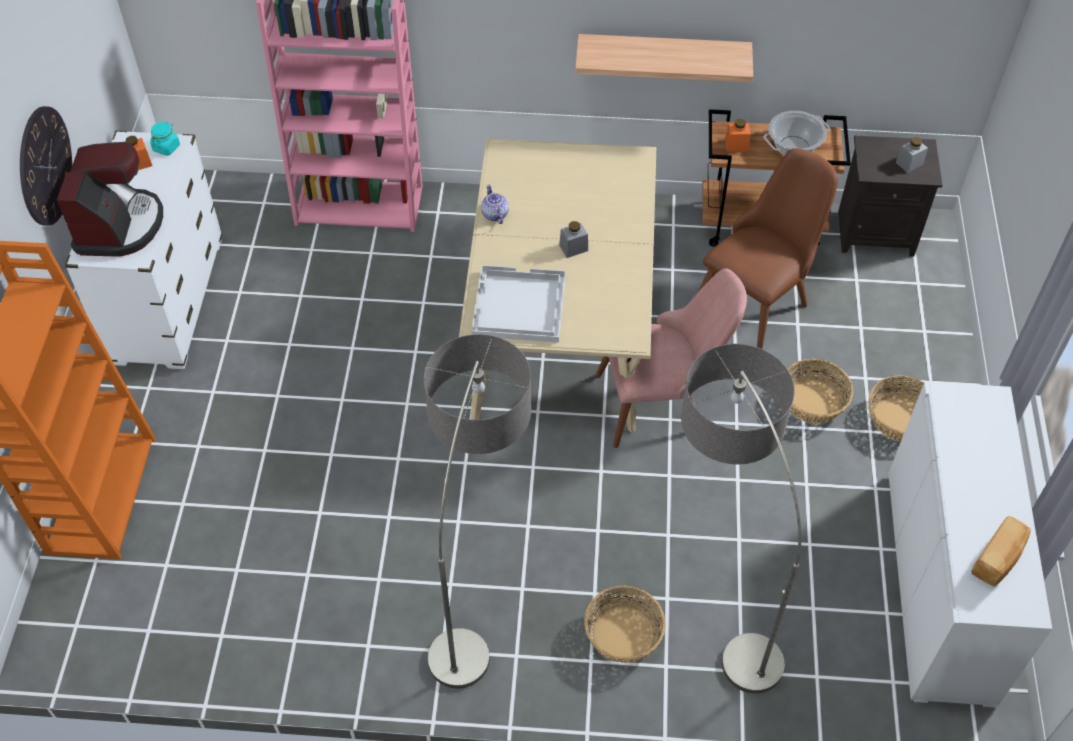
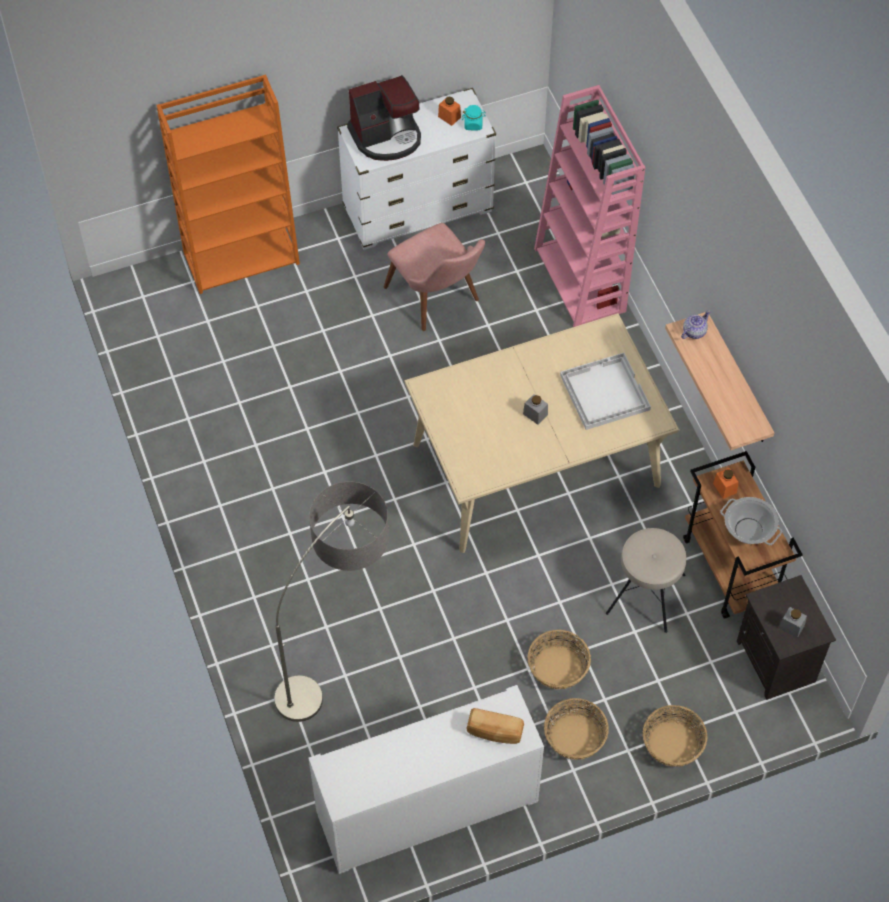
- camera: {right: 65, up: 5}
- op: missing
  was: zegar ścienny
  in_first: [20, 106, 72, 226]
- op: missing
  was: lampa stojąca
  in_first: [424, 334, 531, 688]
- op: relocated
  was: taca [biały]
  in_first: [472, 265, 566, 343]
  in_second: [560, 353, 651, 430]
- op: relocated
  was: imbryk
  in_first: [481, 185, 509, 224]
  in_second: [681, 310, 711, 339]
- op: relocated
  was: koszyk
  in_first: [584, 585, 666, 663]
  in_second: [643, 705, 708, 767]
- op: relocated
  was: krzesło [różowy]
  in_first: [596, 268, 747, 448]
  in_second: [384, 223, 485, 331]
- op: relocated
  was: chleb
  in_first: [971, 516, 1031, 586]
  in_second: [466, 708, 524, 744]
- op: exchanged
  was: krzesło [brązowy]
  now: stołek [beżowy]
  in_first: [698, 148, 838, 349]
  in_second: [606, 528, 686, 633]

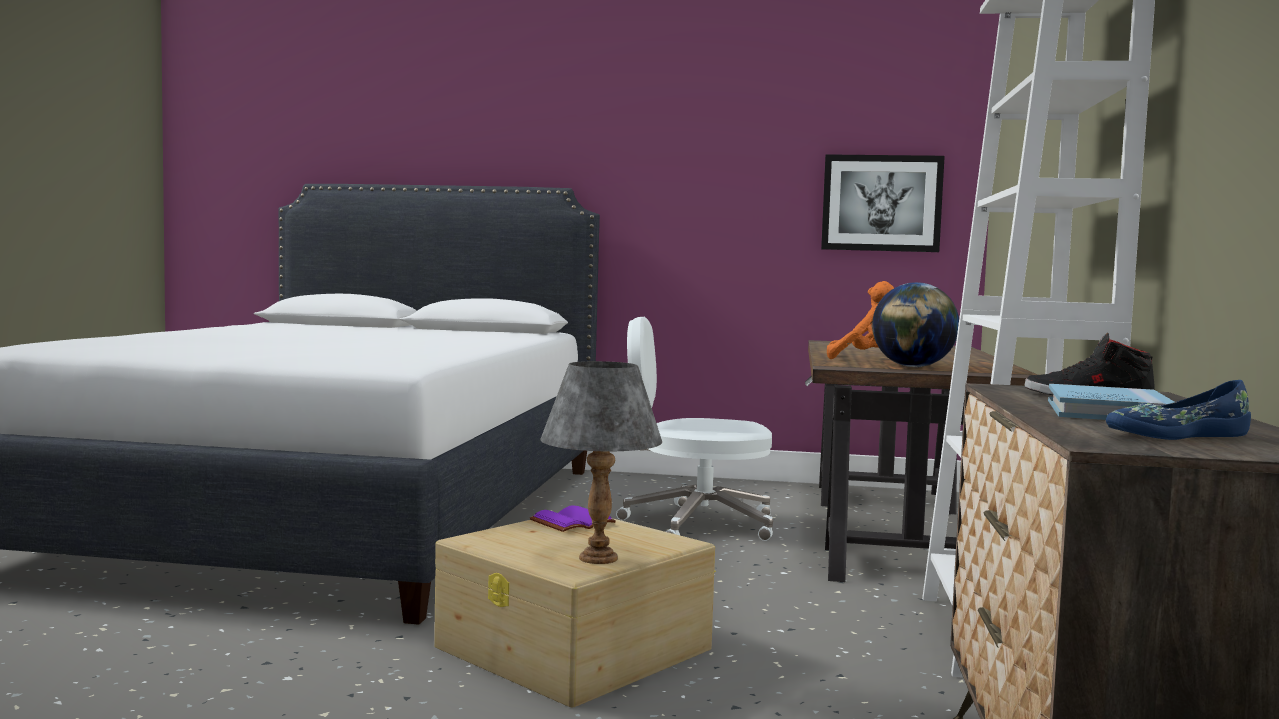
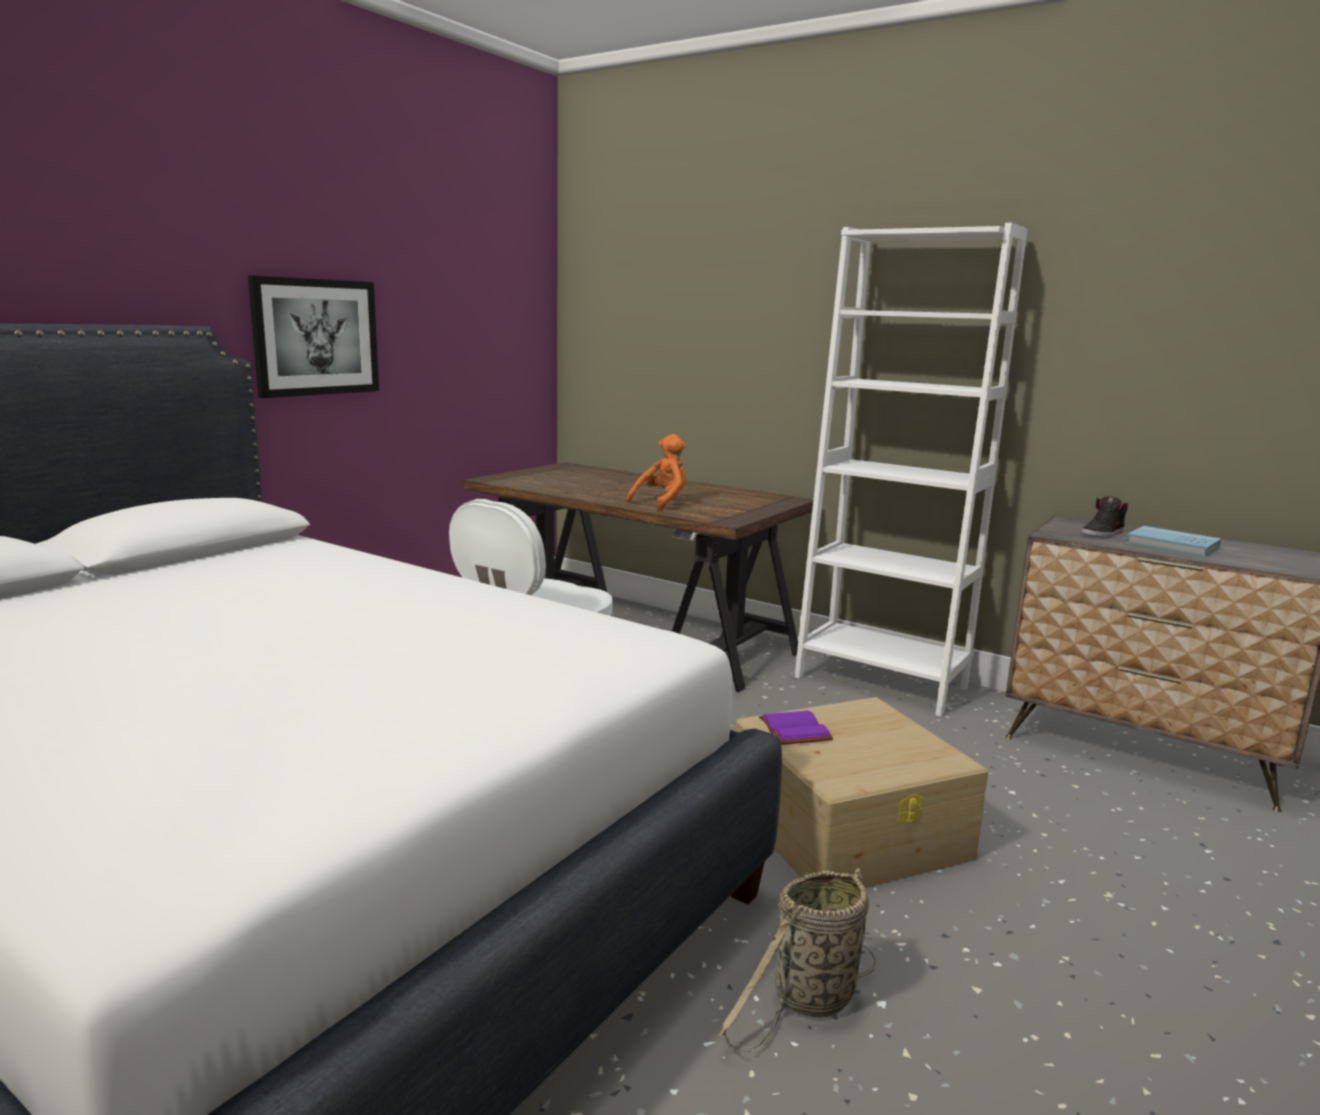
- camera: {right: -65, up: 10}
- op: missing
  was: lampa stołowa [szary]
  in_first: [540, 361, 662, 564]
- op: missing
  was: globus
  in_first: [872, 282, 959, 367]
- op: missing
  was: but [niebieski]
  in_first: [1106, 380, 1251, 440]
- op: appeared
  now: koszyk
  in_second: [719, 868, 876, 1053]
- op: relocated
  was: obraz
  in_first: [821, 154, 945, 252]
  in_second: [248, 275, 379, 398]

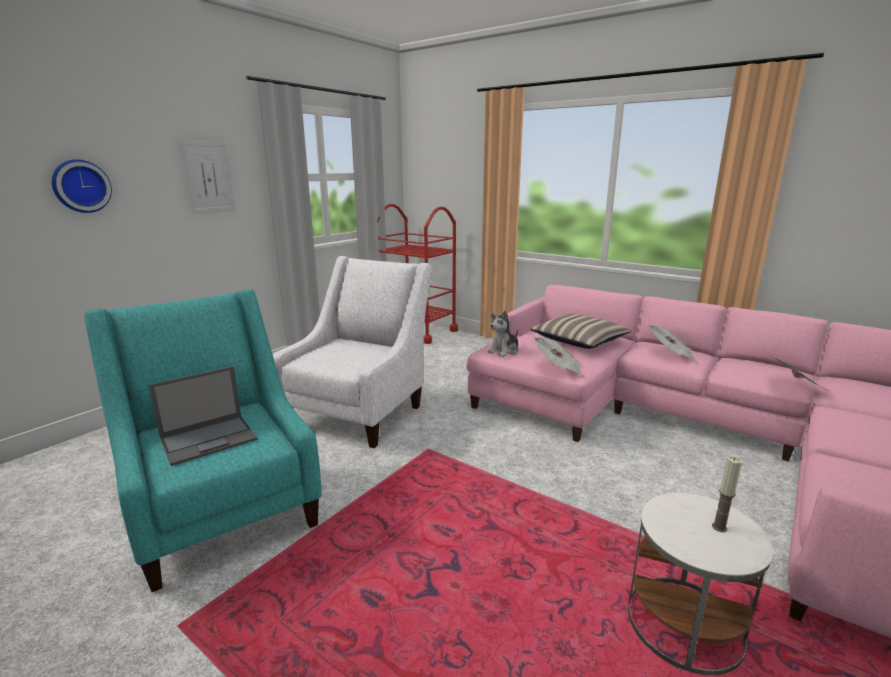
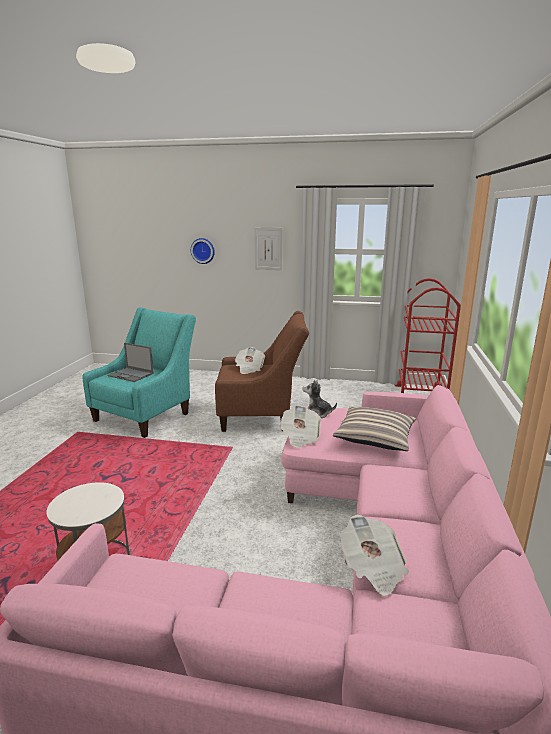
- camera: {right: 65, up: 0}
- op: missing
  was: świeca
  in_first: [712, 456, 742, 532]
- op: relocated
  was: gazeta
  in_first: [649, 325, 696, 361]
  in_second: [235, 347, 265, 374]
- op: colour
  was: fotel [biały]
  now: fotel [brązowy]
  in_first: [272, 256, 432, 448]
  in_second: [215, 311, 309, 432]

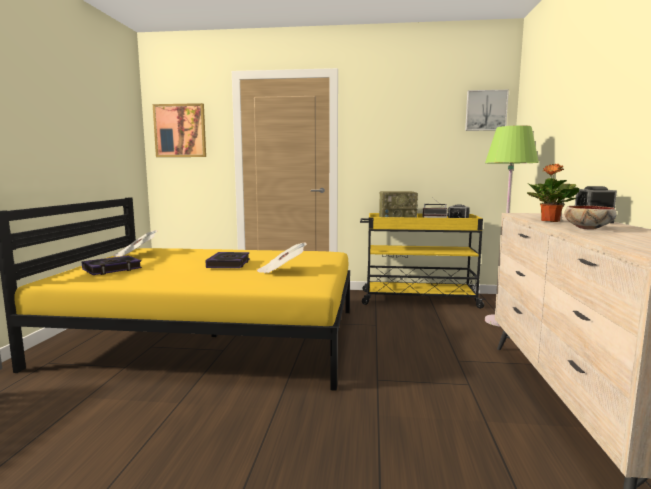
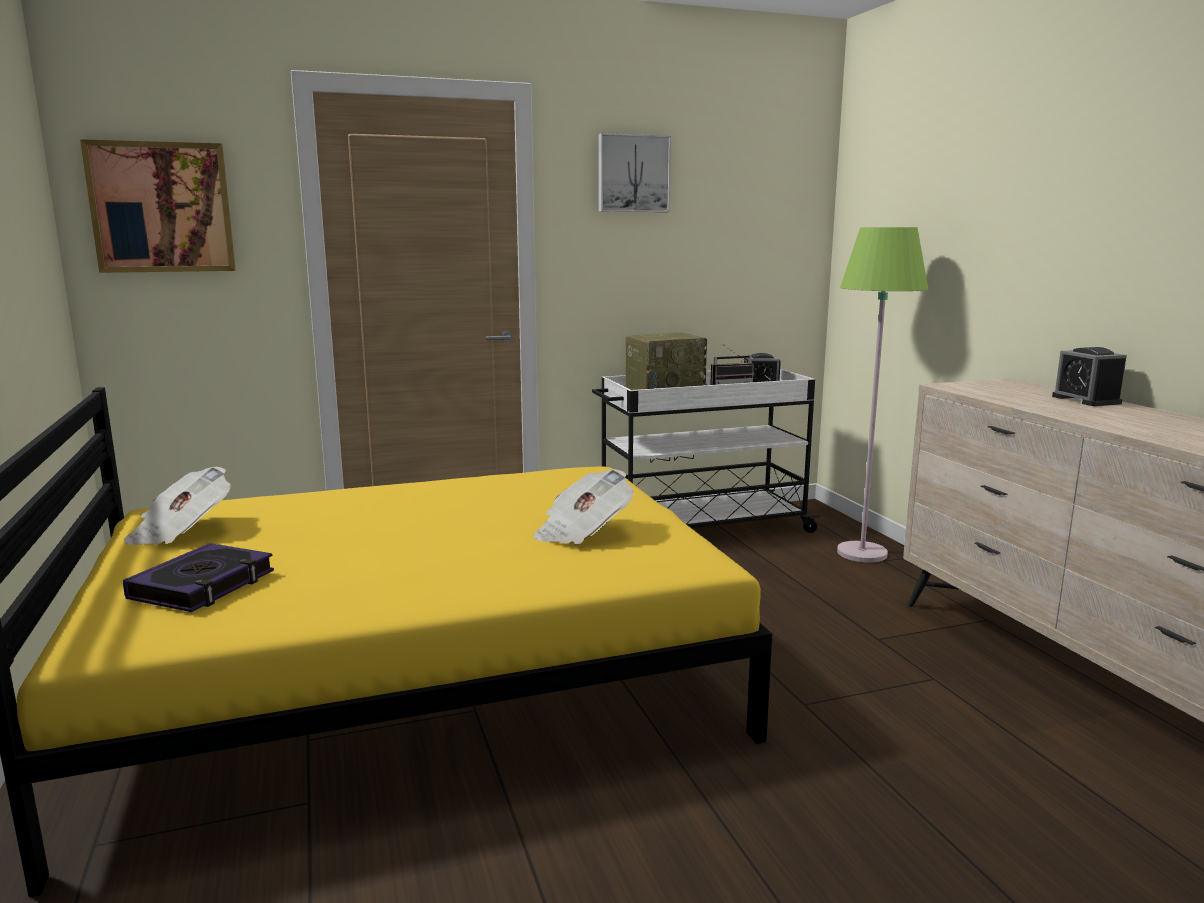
- camera: {right: -25, up: 5}
- op: missing
  was: książka
  in_first: [206, 252, 250, 268]
- op: missing
  was: roślina doniczkowa
  in_first: [527, 164, 580, 222]
- op: missing
  was: miska
  in_first: [564, 206, 617, 229]
- op: relocated
  was: obraz
  in_first: [465, 90, 509, 131]
  in_second: [598, 133, 671, 212]
- op: colour
  was: wózek [żółty]
  now: wózek [biały]
  in_first: [360, 213, 486, 309]
  in_second: [592, 369, 821, 533]

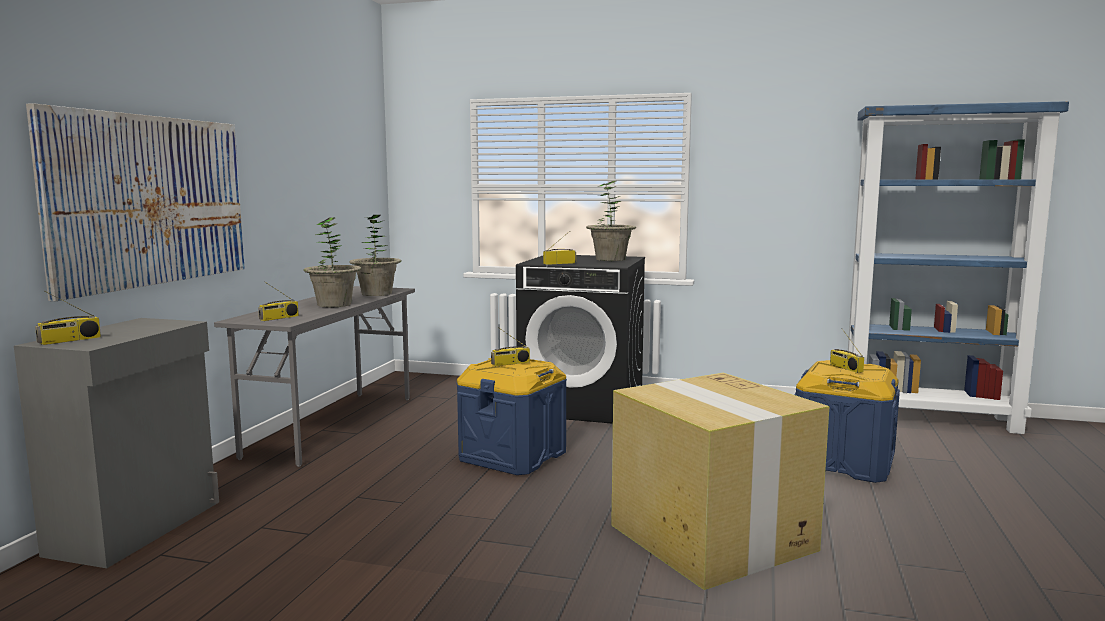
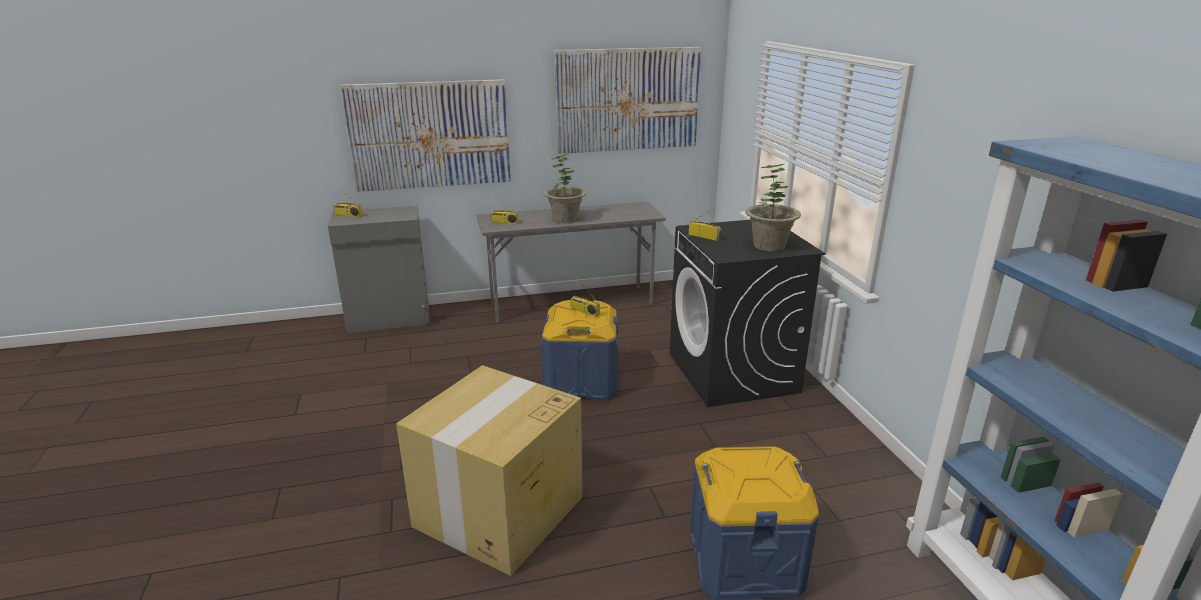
- camera: {right: 60, up: 15}
- op: missing
  was: roślina doniczkowa
  in_first: [349, 215, 401, 296]
- op: missing
  was: radio
  in_first: [830, 328, 864, 373]
- op: appeared
  now: obraz
  in_second: [554, 47, 702, 154]

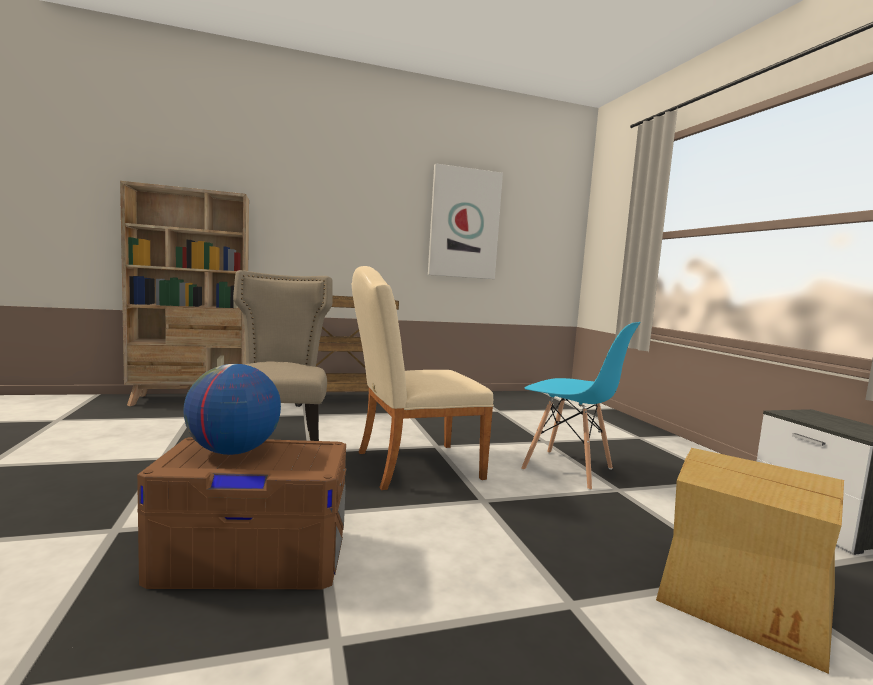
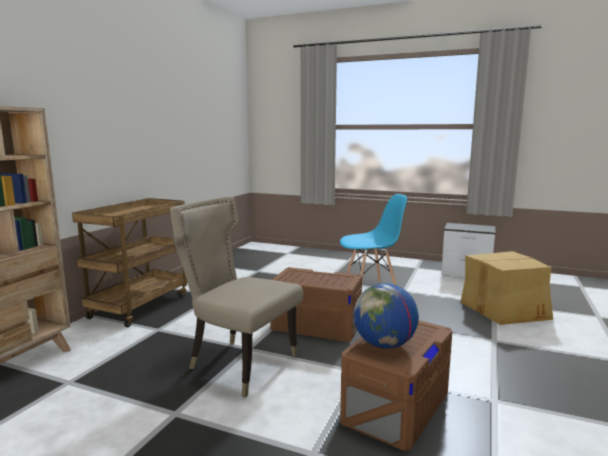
- camera: {right: -50, up: 5}
- op: missing
  was: obraz
  in_first: [428, 163, 503, 279]
- op: exchanged
  was: krzesło [beżowy]
  now: pojemnik do przechowywania [brązowy]
  in_first: [352, 266, 494, 490]
  in_second: [270, 267, 362, 342]

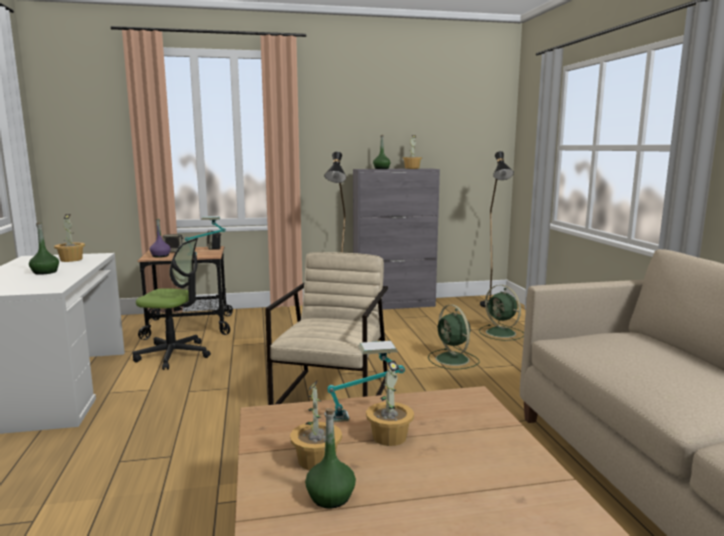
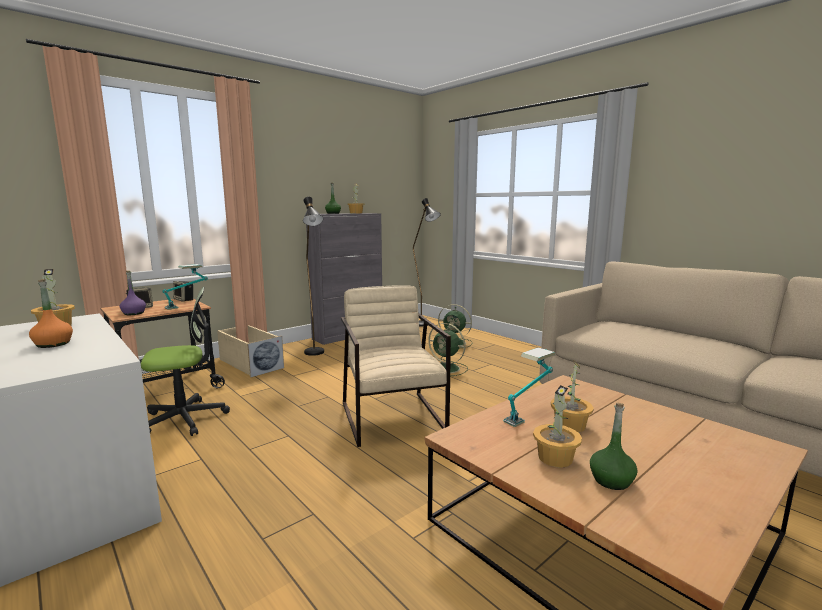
- camera: {right: -30, up: 0}
- op: appeared
  now: pojemnik do przechowywania [beżowy]
  in_second: [217, 326, 284, 377]
- op: colour
  was: butelka [zielony]
  now: butelka [pomarańczowy]
  in_first: [29, 222, 59, 275]
  in_second: [29, 279, 73, 348]

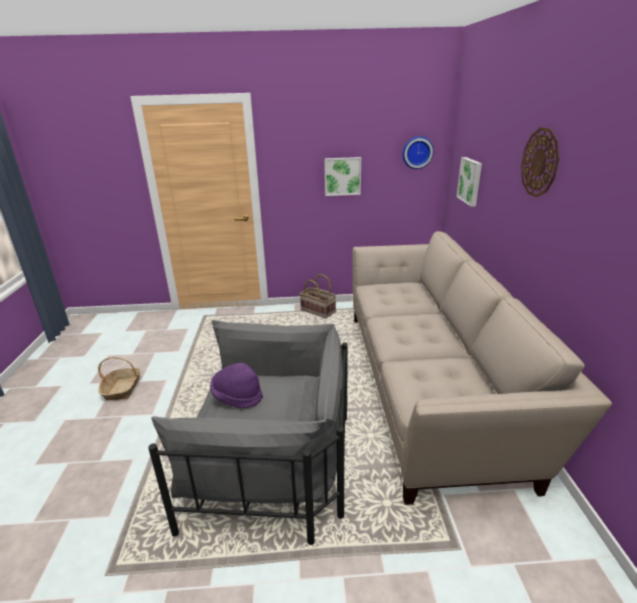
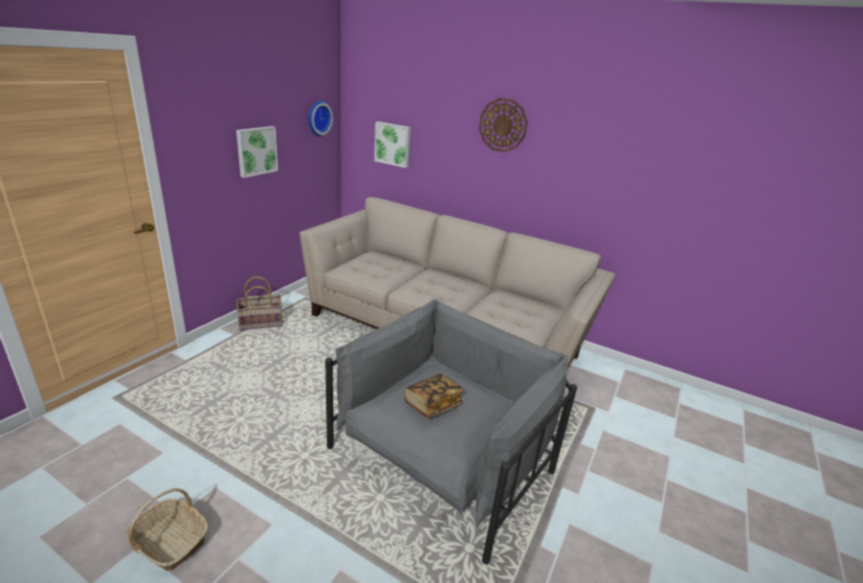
- camera: {right: -60, up: 0}
- op: exchanged
  was: kapelusz [fioletowy]
  now: książka
  in_first: [210, 363, 263, 408]
  in_second: [404, 374, 463, 418]

